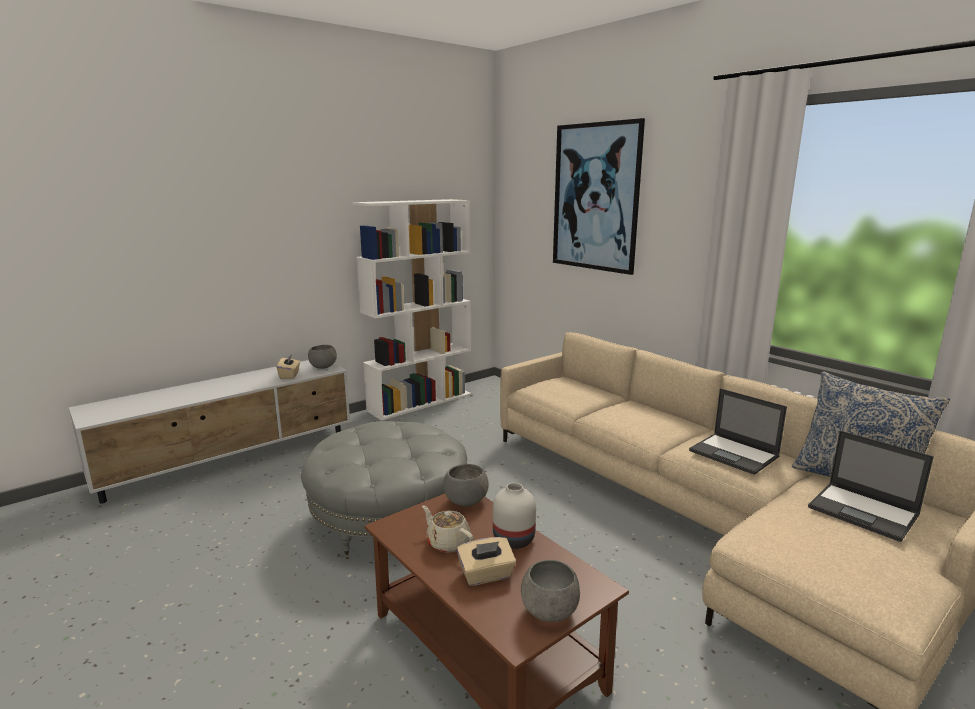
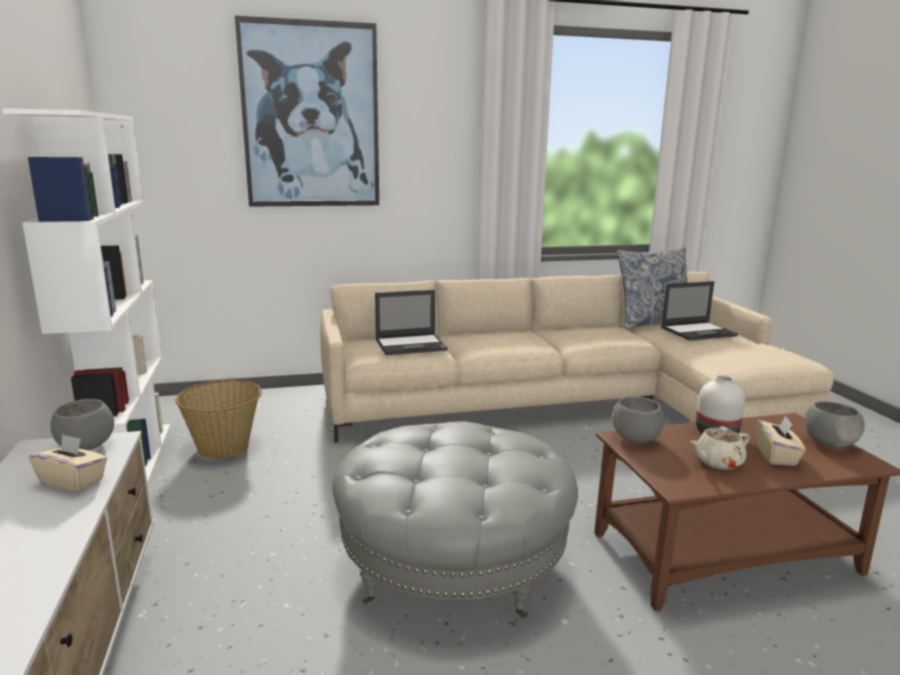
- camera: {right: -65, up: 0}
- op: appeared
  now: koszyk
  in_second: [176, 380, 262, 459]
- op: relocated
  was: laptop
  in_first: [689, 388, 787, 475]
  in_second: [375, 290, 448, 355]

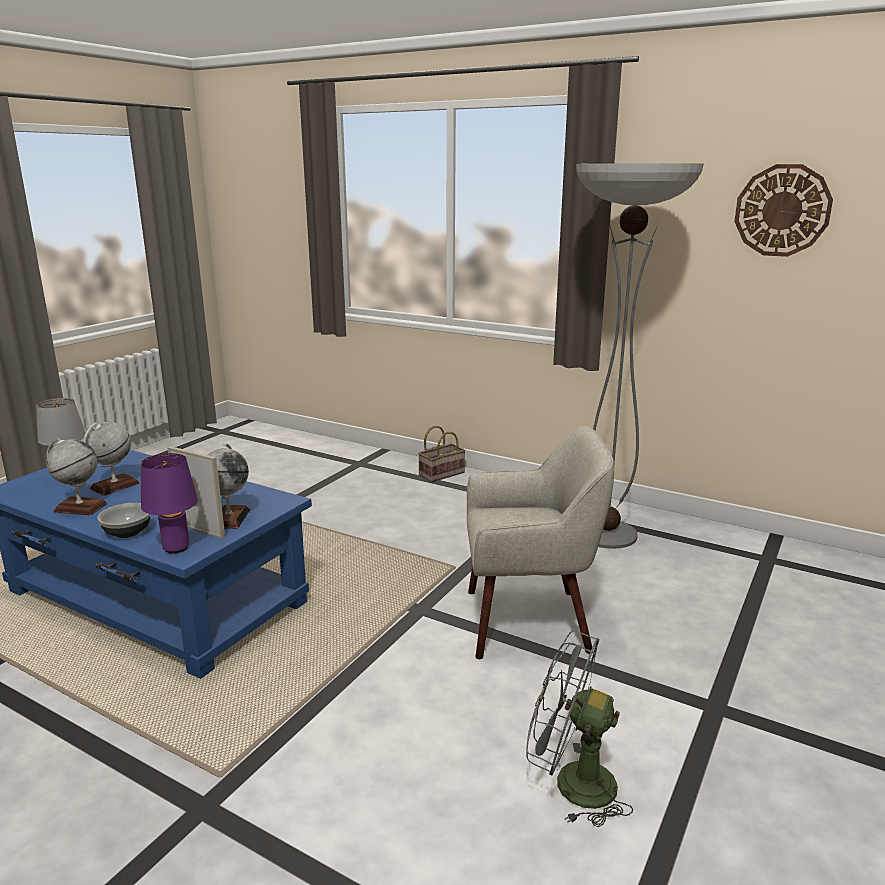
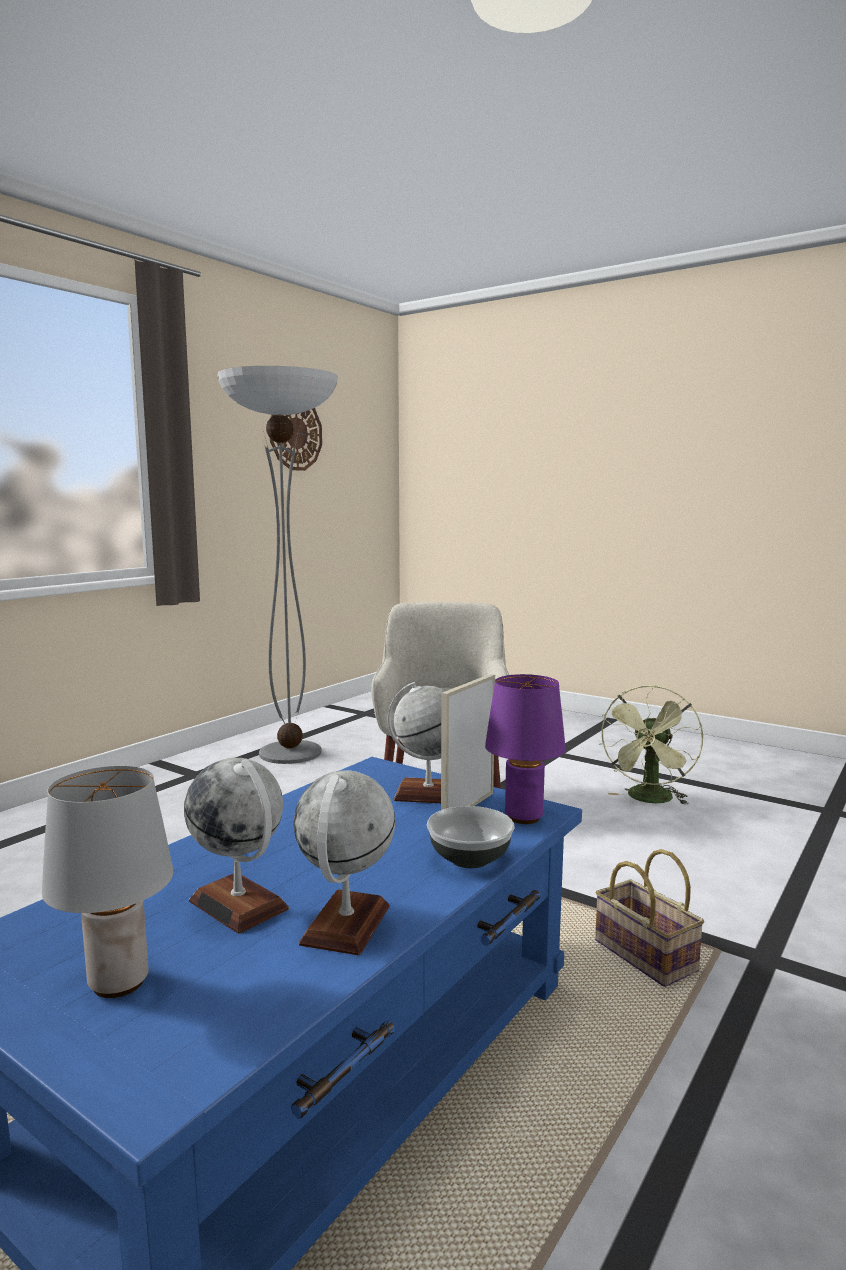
- camera: {right: -85, up: -10}
- op: relocated
  was: koszyk
  in_first: [418, 426, 466, 482]
  in_second: [595, 849, 704, 987]
- op: colour
  was: wentylator [szary]
  now: wentylator [zielony]
  in_first: [526, 631, 633, 827]
  in_second: [599, 685, 703, 805]

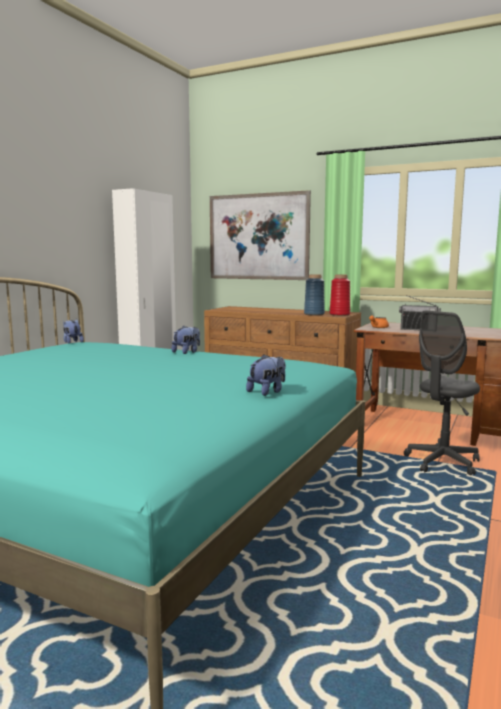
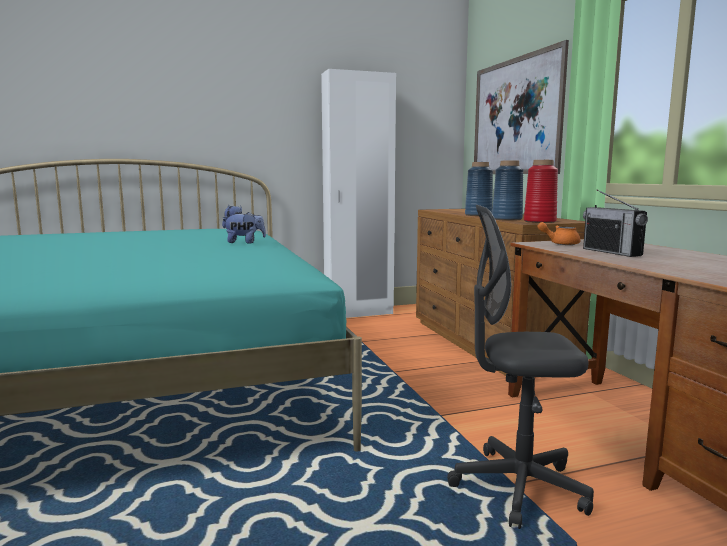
- camera: {right: 45, up: 0}
- op: missing
  was: pluszak
  in_first: [246, 354, 286, 396]
- op: appeared
  now: wazon [niebieski]
  in_second: [465, 162, 493, 216]

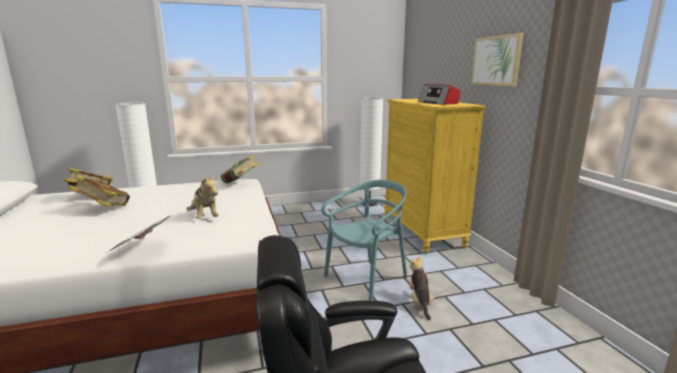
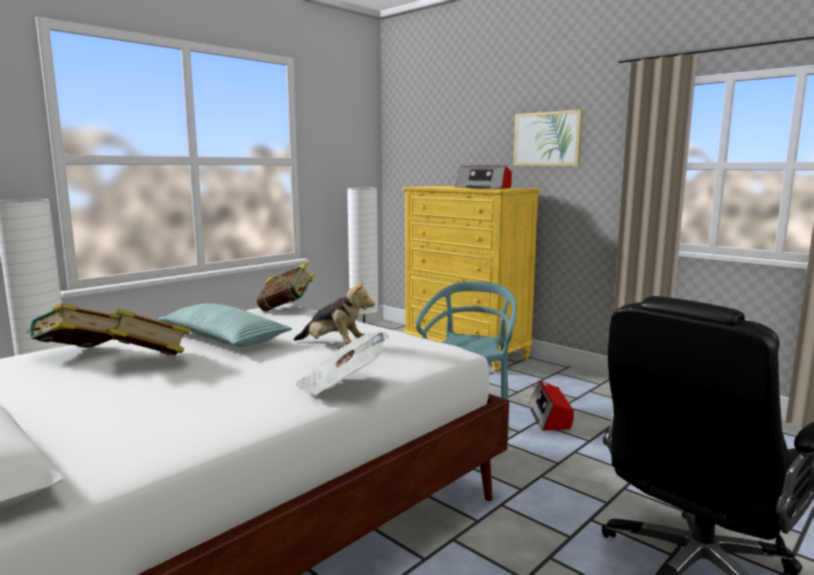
- camera: {right: -30, up: -5}
- op: appeared
  now: poduszka
  in_second: [158, 303, 292, 347]
- op: exchanged
  was: pluszak
  now: radio
  in_first: [409, 256, 436, 320]
  in_second: [529, 380, 574, 431]

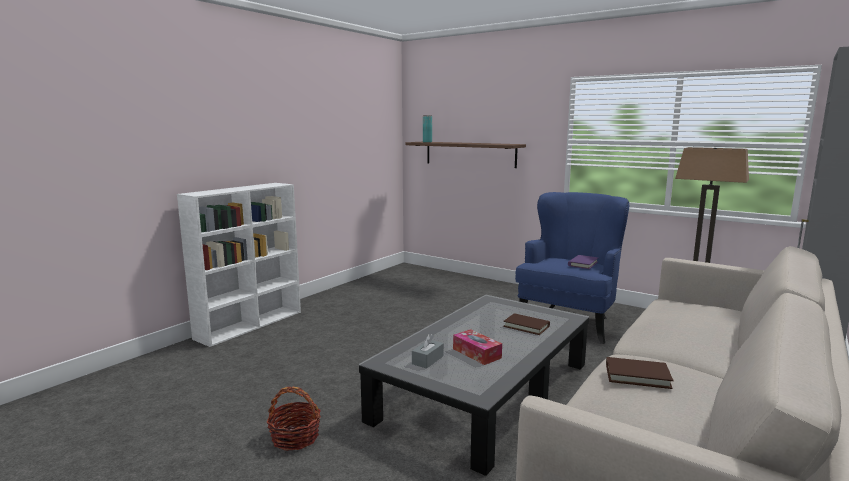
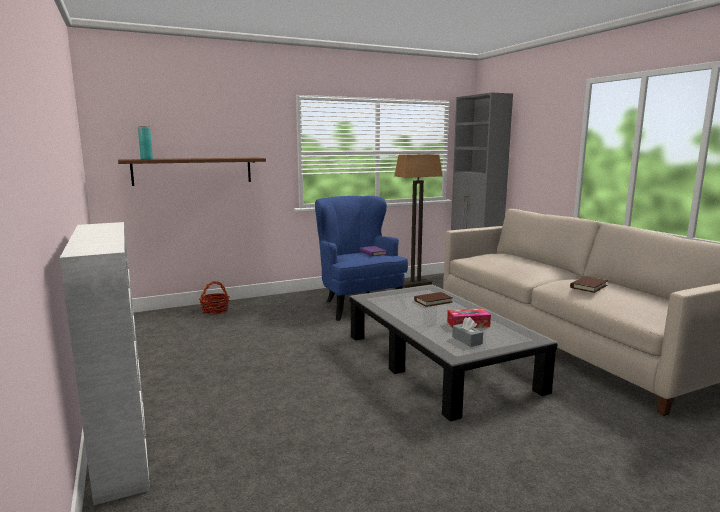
- camera: {right: -60, up: 0}
- op: relocated
  was: koszyk
  in_first: [266, 387, 321, 451]
  in_second: [199, 281, 230, 315]

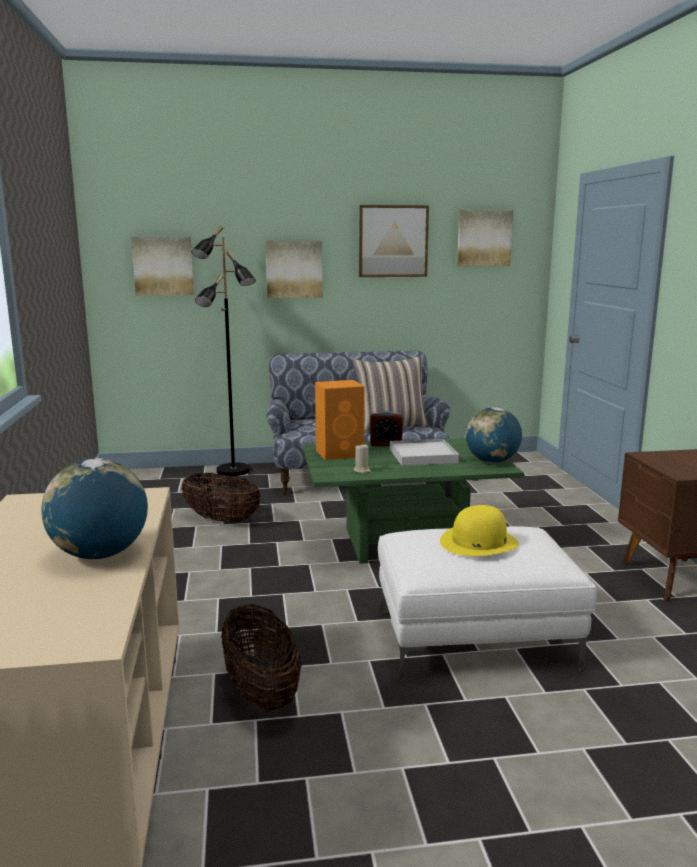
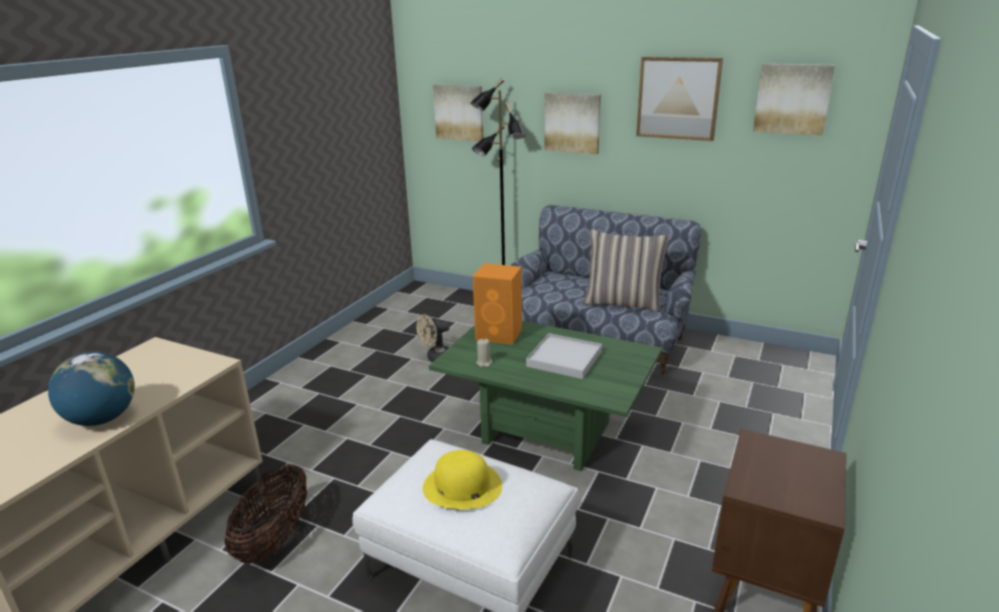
- camera: {right: 35, up: 10}
- op: missing
  was: budzik
  in_first: [370, 411, 403, 446]
- op: missing
  was: globus
  in_first: [466, 407, 522, 463]
- op: exchanged
  was: koszyk
  now: wentylator [beżowy]
  in_first: [181, 473, 261, 522]
  in_second: [416, 314, 450, 362]

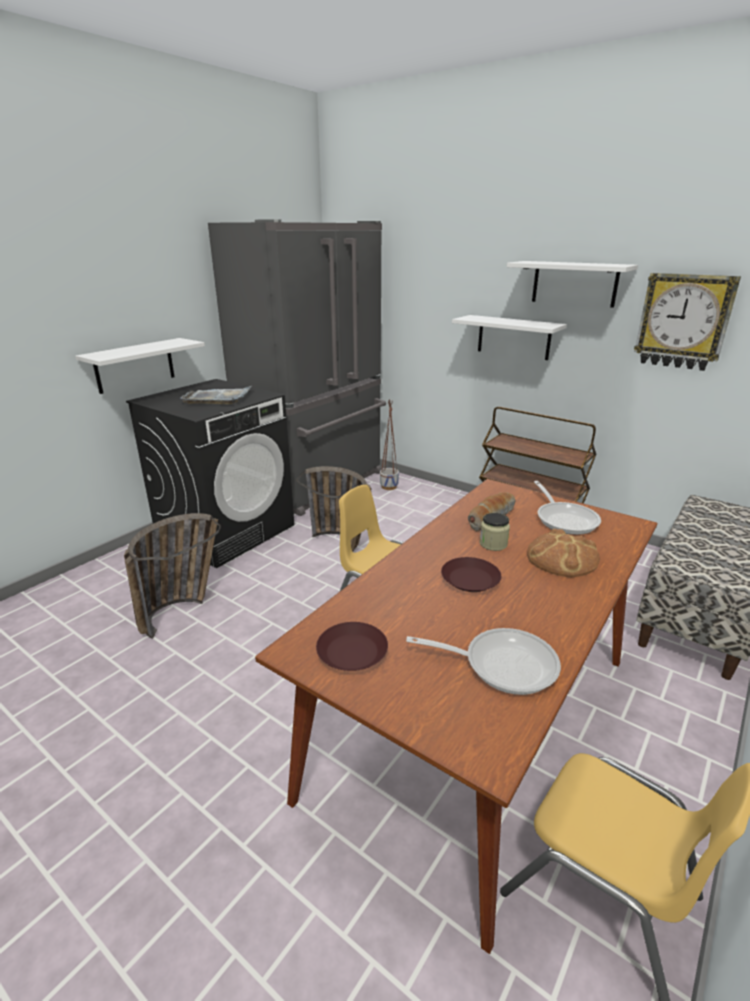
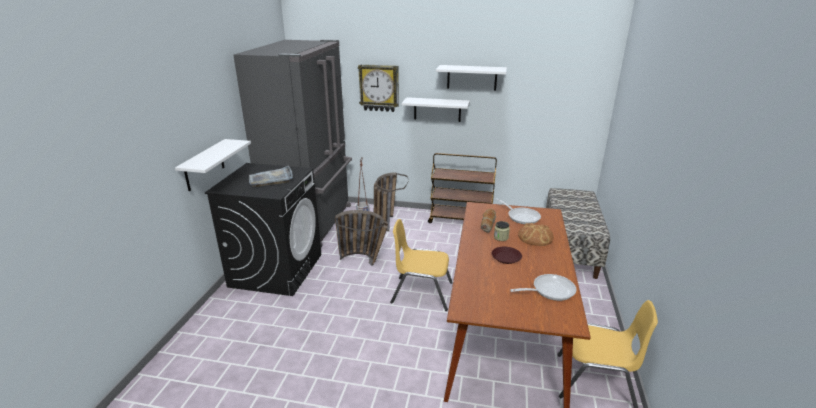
- camera: {right: -25, up: 0}
- op: missing
  was: talerz [brązowy]
  in_first: [316, 622, 388, 671]
- op: relocated
  was: koszyk
  in_first: [124, 513, 221, 639]
  in_second: [374, 172, 409, 231]
- op: relocated
  was: zegar ścienny
  in_first: [634, 273, 741, 371]
  in_second: [358, 64, 399, 112]

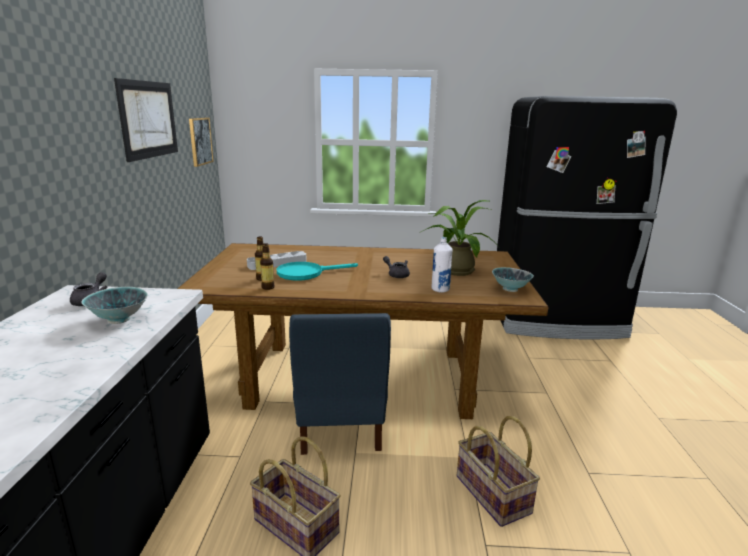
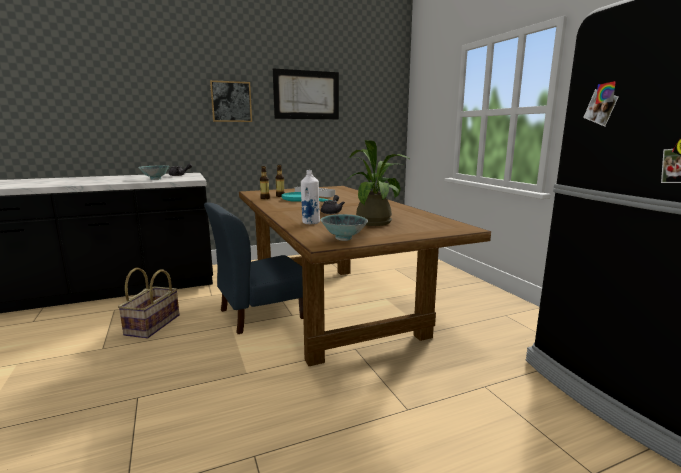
- camera: {right: 65, up: -5}
- op: missing
  was: koszyk
  in_first: [457, 416, 540, 527]
- op: relocated
  was: obraz
  in_first: [189, 117, 214, 167]
  in_second: [210, 80, 252, 122]

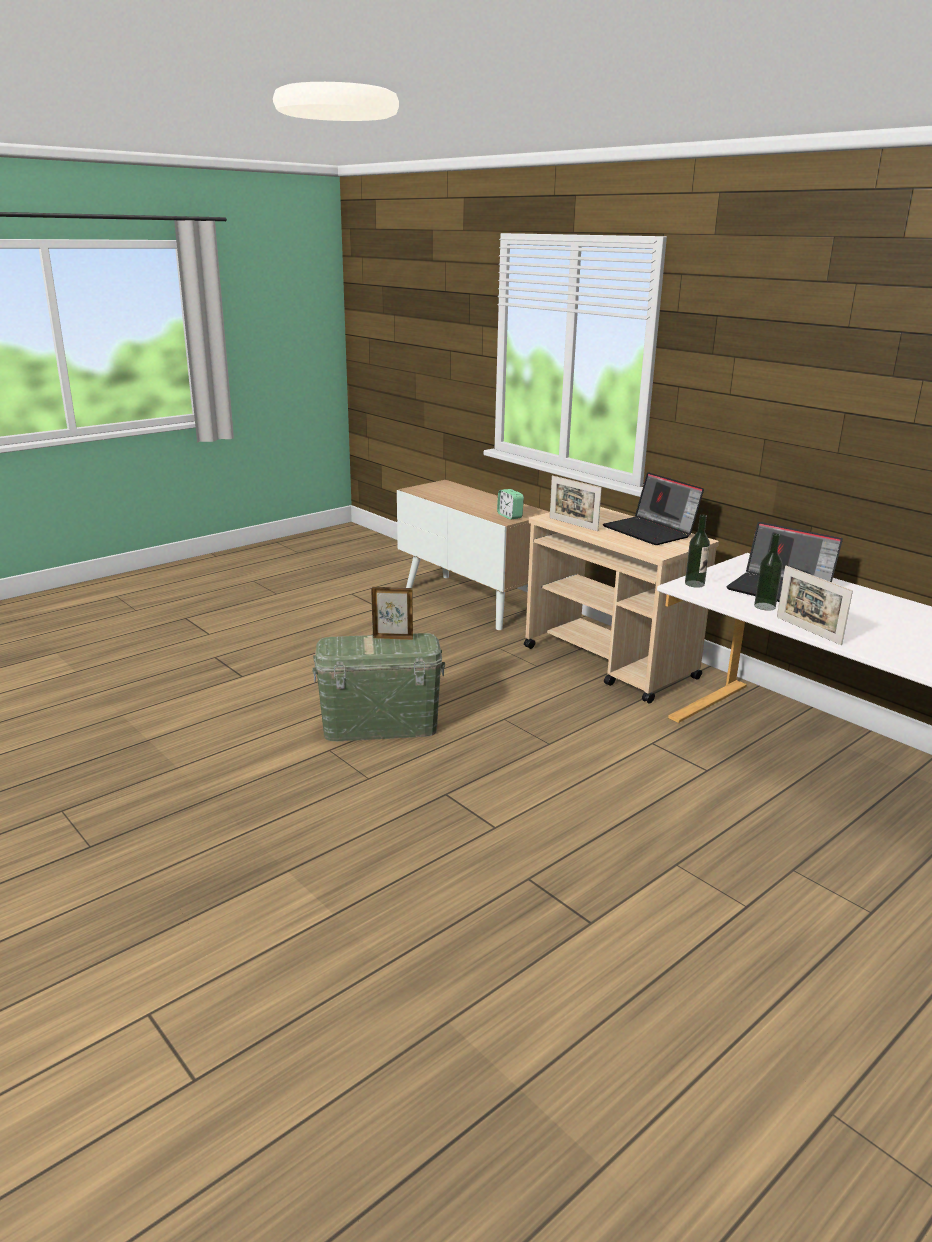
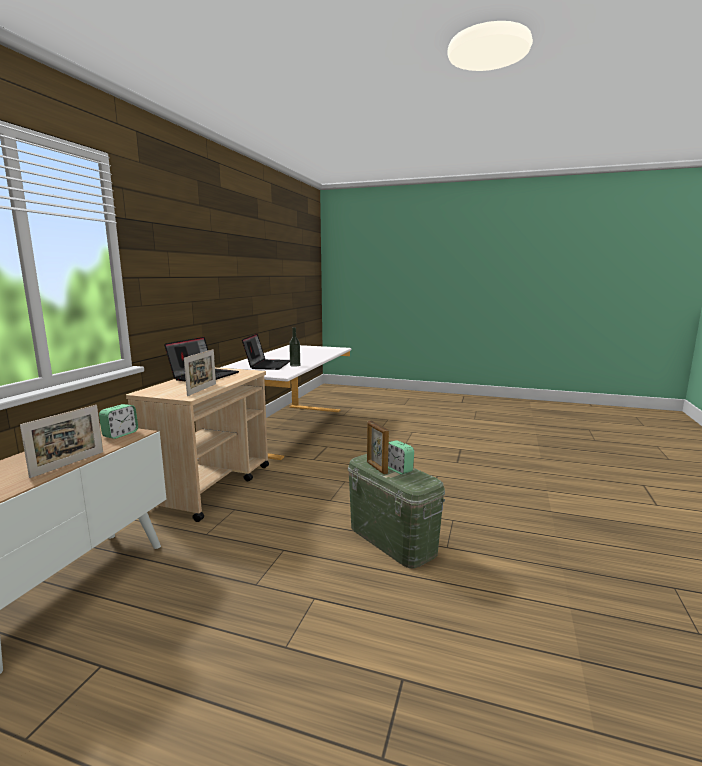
- camera: {right: -120, up: -10}
- op: missing
  was: butelka
  in_first: [685, 515, 710, 588]
- op: appeared
  now: budzik
  in_second: [388, 440, 414, 475]
- op: relocated
  was: ramka na zdjęcie
  in_first: [777, 566, 853, 645]
  in_second: [20, 405, 103, 478]

